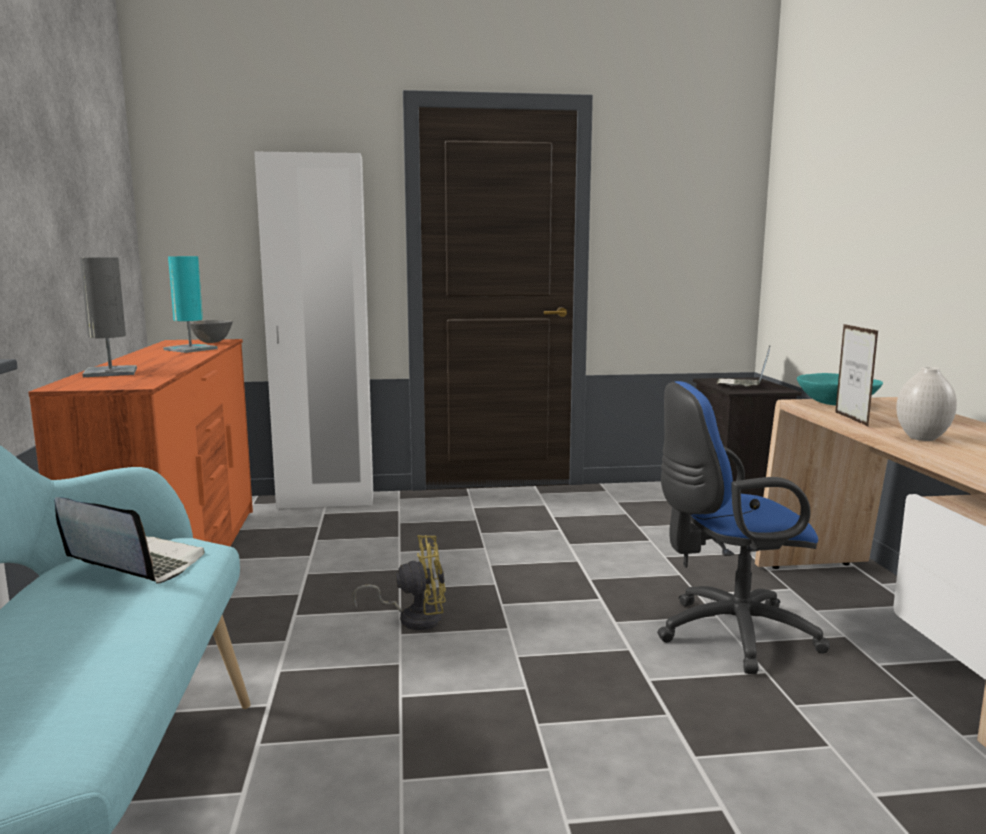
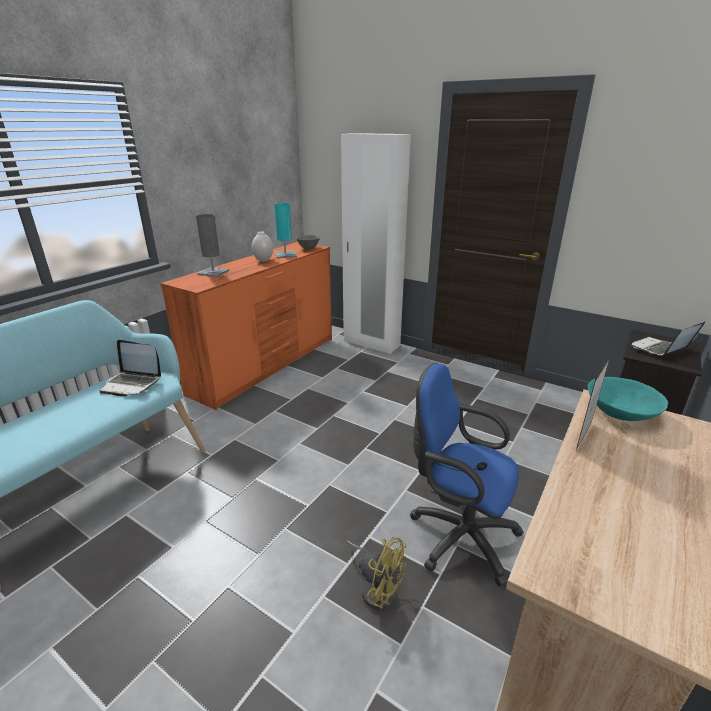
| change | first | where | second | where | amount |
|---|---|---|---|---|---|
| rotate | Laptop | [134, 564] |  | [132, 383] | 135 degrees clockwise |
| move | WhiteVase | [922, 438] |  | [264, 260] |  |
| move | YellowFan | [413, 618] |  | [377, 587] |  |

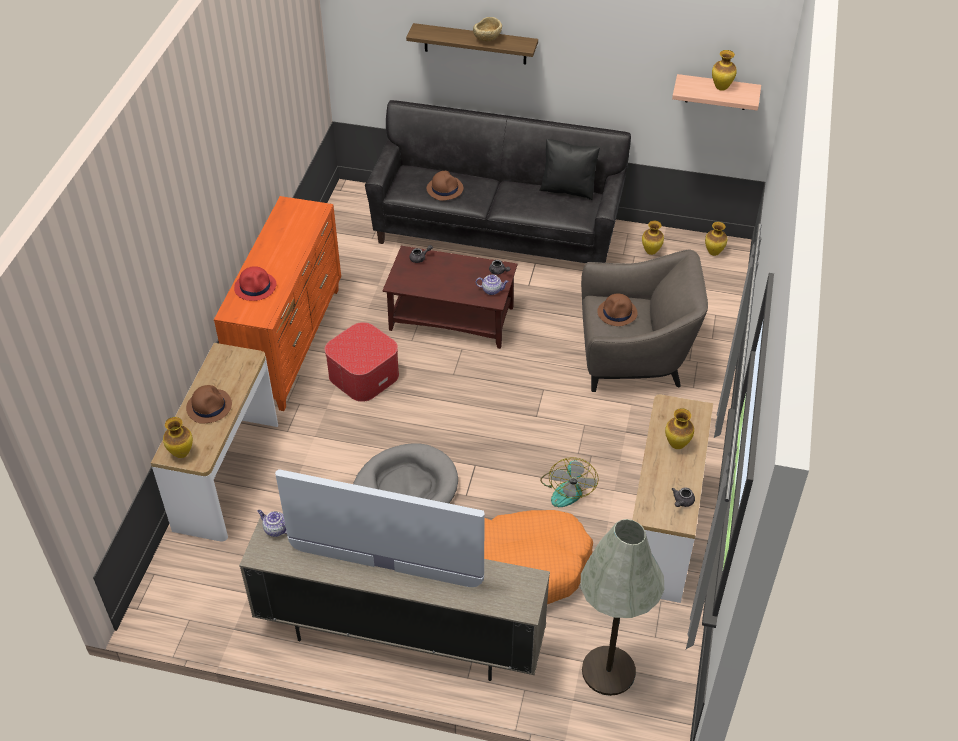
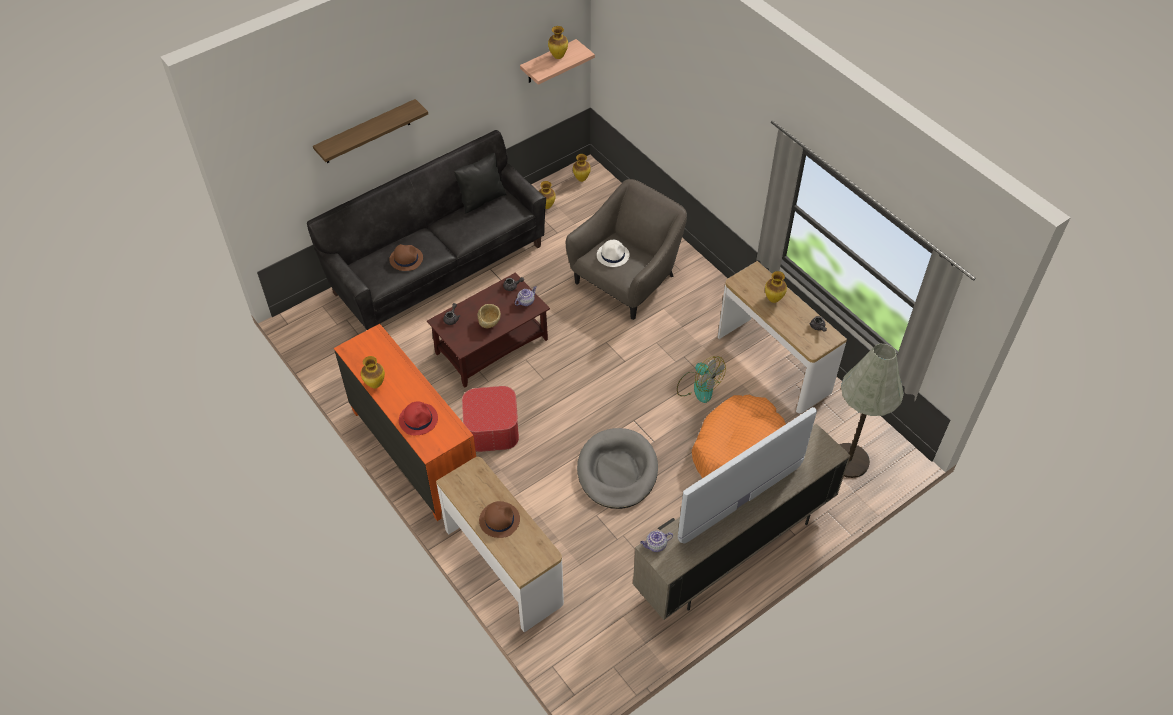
| change | first | where | second | where | amount |
|---|---|---|---|---|---|
| move | Vase | [181, 453] |  | [375, 384] |  |
| move | BeigeBowl | [487, 40] |  | [490, 323] |  |
| recolor | BrownHat | [617, 313] | WhiteHat | [613, 255] |  |

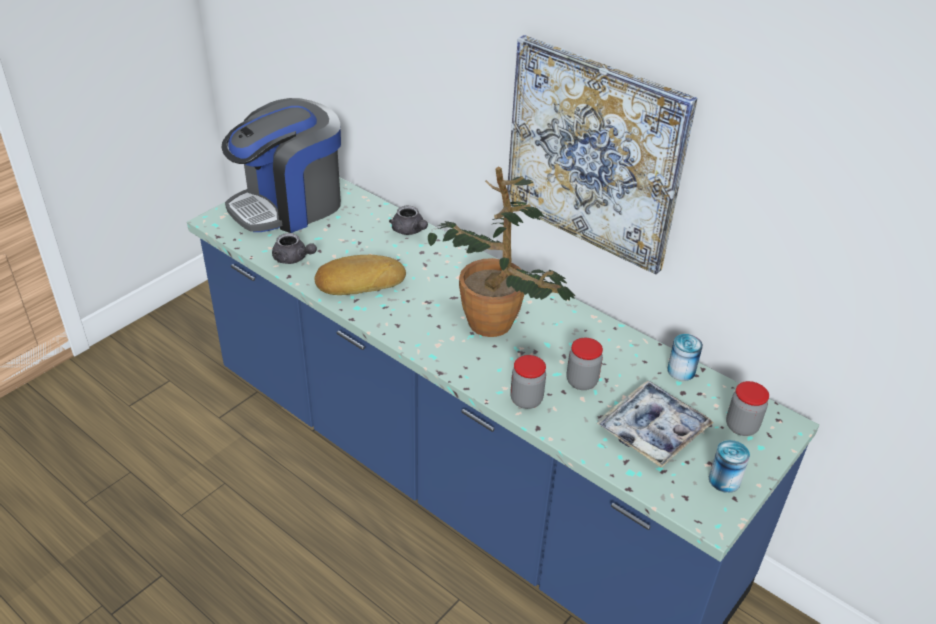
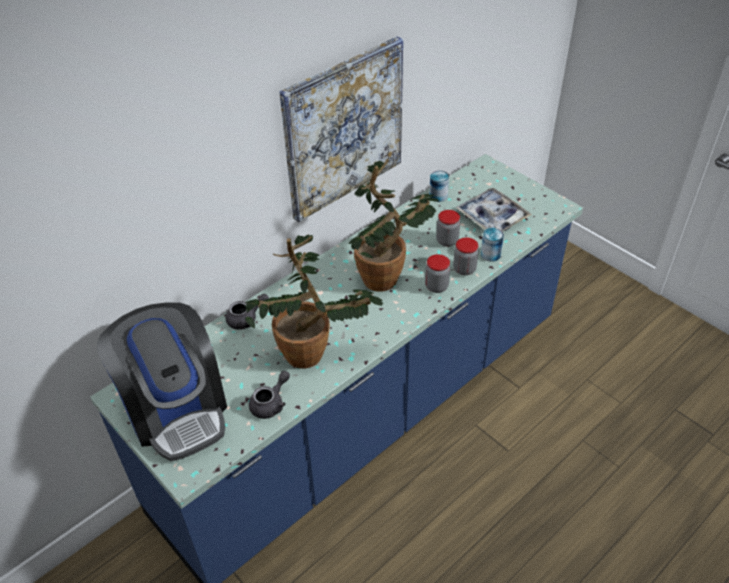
| change | first | where | second | where | amount |
|---|---|---|---|---|---|
| replace | Bread | [359, 281] | PottedPlant | [314, 356] |  |
| move | Jar | [741, 426] |  | [436, 286] |  |
| move | Can | [724, 480] |  | [490, 254] |  |

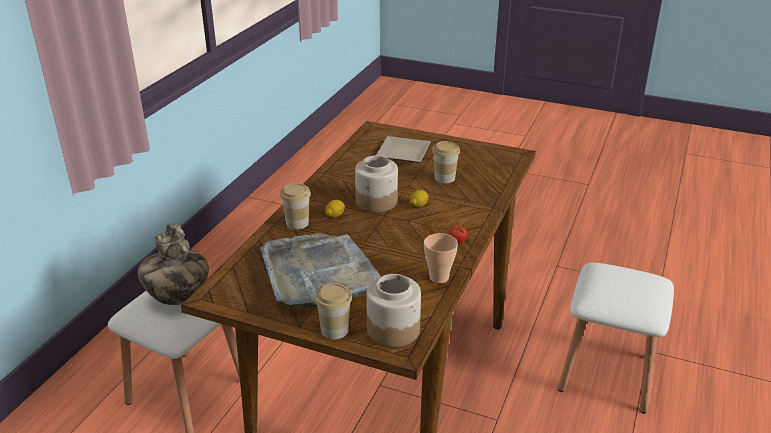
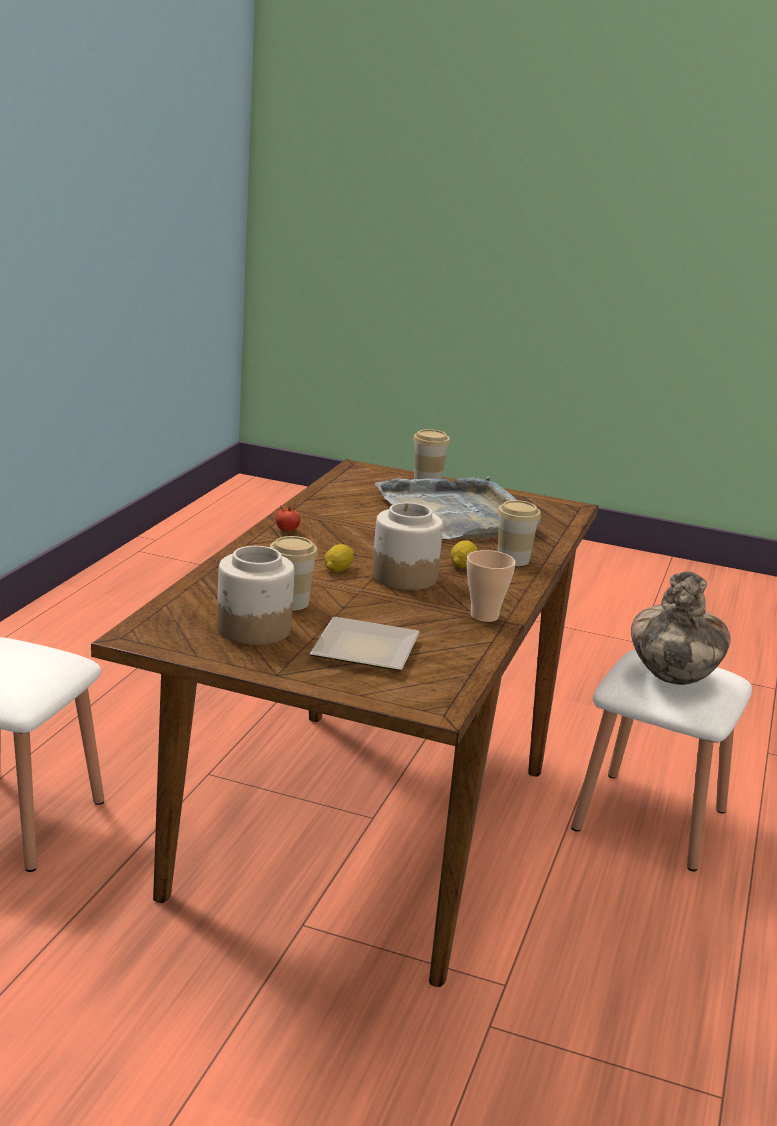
| change | first | where | second | where | amount |
|---|---|---|---|---|---|
| move | Jar | [393, 329] |  | [253, 629] |  |
| move | Cup | [439, 277] |  | [484, 616] |  |

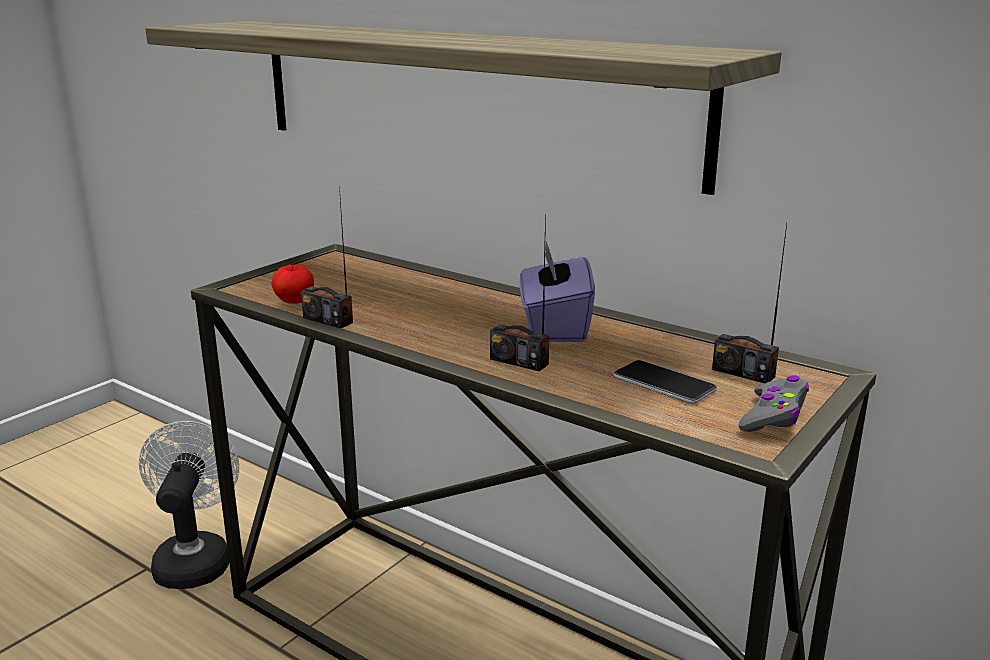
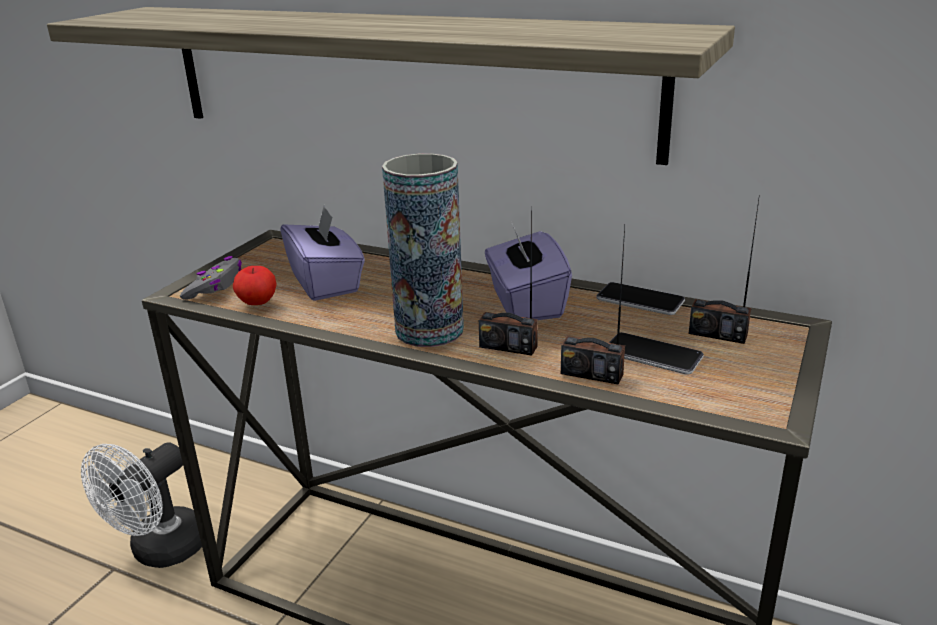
| change | first | where | second | where | amount |
|---|---|---|---|---|---|
| rotate | WhiteFan | [194, 559] |  | [160, 551] | 135 degrees counterclockwise |
| move | GreyGameController | [773, 416] |  | [215, 286] |  |
| insert |  |  | PurpleTissueBox | [326, 282] |  |
| insert |  |  | Vase | [429, 330] |  |
| move | Radio | [328, 320] |  | [592, 373] |  |
| insert |  |  | Phone | [640, 300] |  |

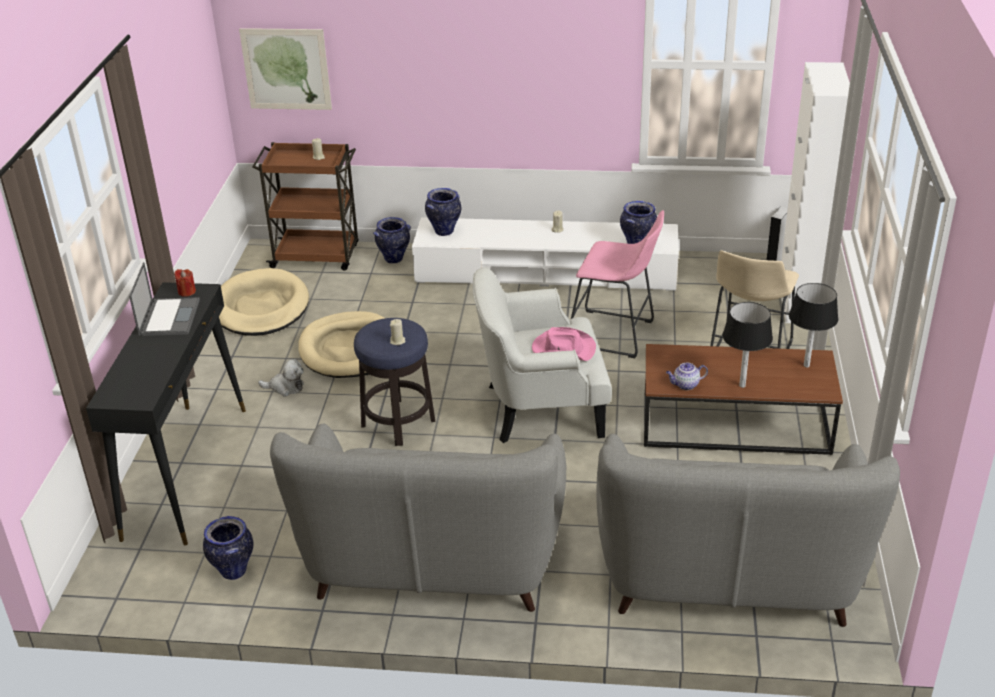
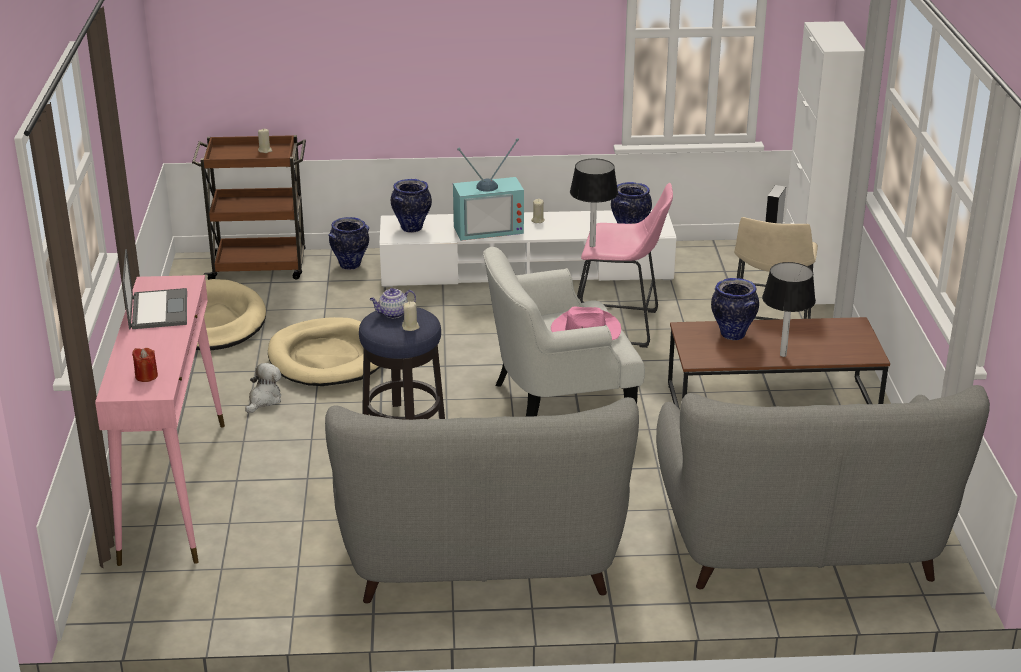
| change | first | where | second | where | amount |
|---|---|---|---|---|---|
| recolor | BlackConsoleTable | [186, 470] | PinkConsoleTable | [174, 490] |  |
| move | RedCandle | [187, 292] |  | [146, 376] |  |
| rotate | PlushToy | [285, 387] |  | [264, 400] | 60 degrees counterclockwise |
| move | Teapot | [685, 385] |  | [393, 314] |  |
| insert |  |  | Television | [488, 228] |  |
| move | BlackTableLamp | [806, 365] |  | [592, 245] |  |
| move | Vase | [233, 571] |  | [732, 334] |  |
| delete | Picture | [286, 69] |  |  |  |

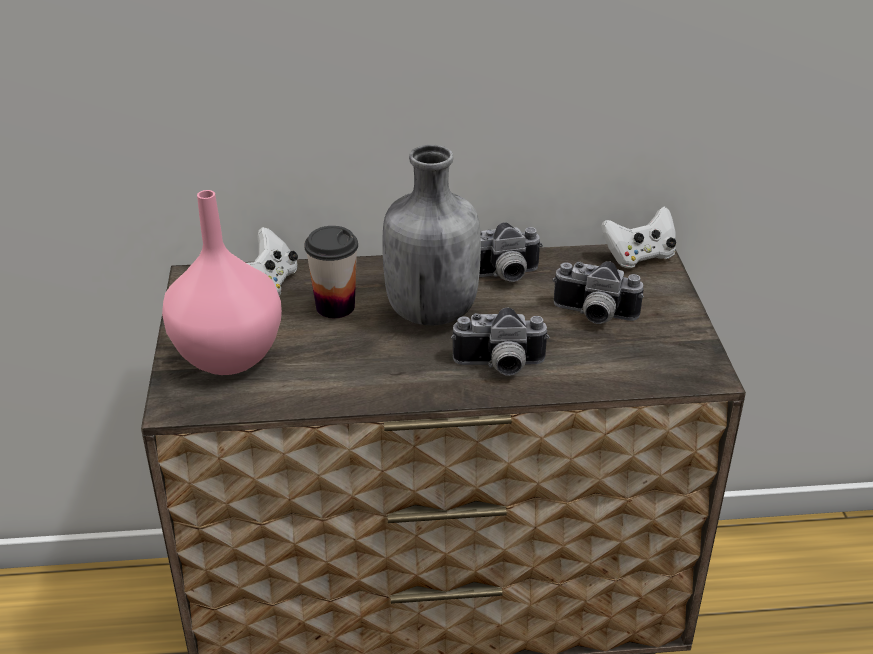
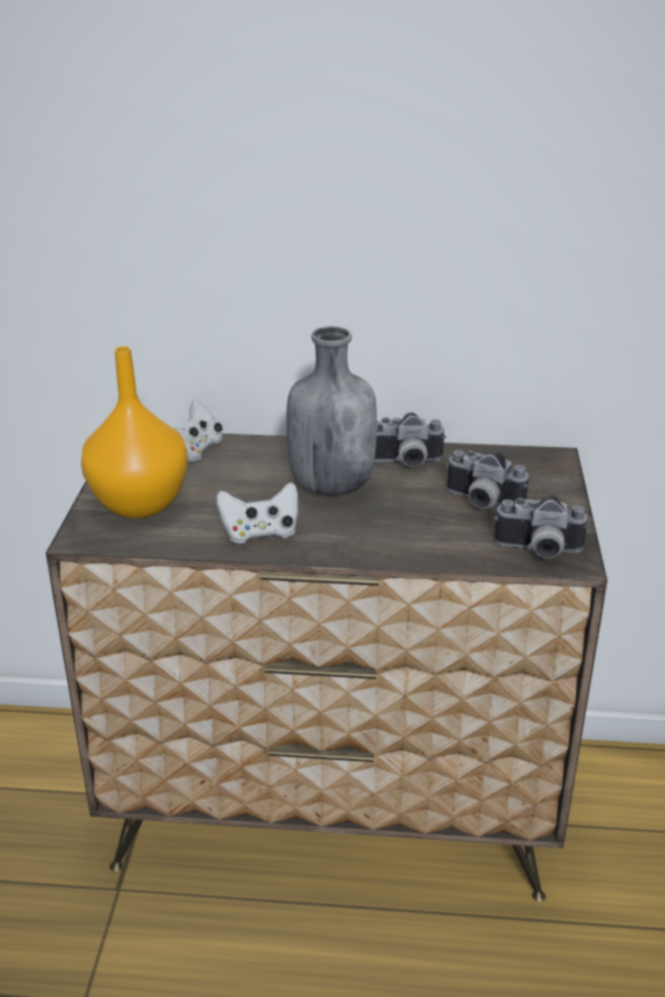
| change | first | where | second | where | amount |
|---|---|---|---|---|---|
| recolor | PinkVase | [226, 357] | OrangeVase | [137, 504] |  |
| move | WhiteGameController | [639, 257] |  | [260, 533] |  |
| move | PhotoCamera | [499, 366] |  | [538, 551] |  |
| delete | Cup | [335, 307] |  |  |  |

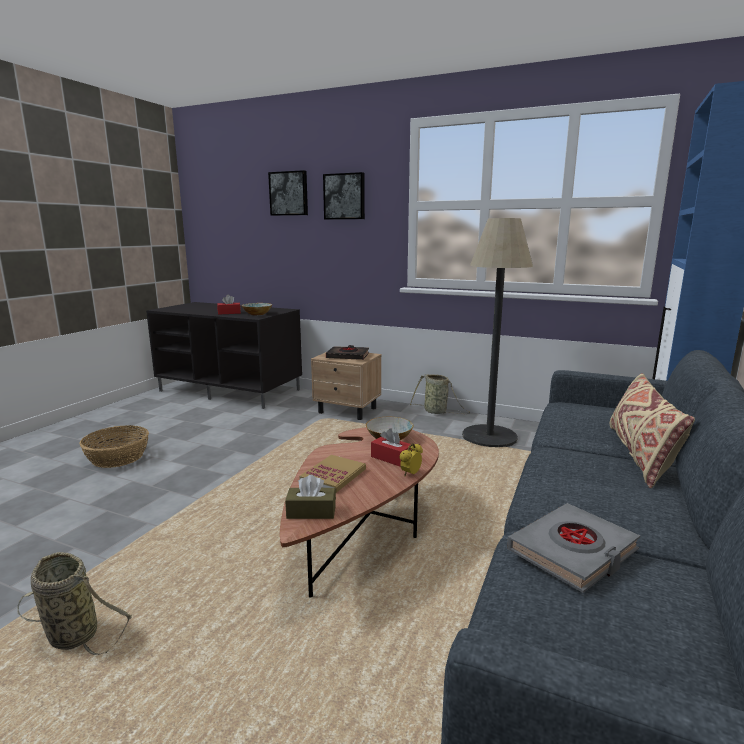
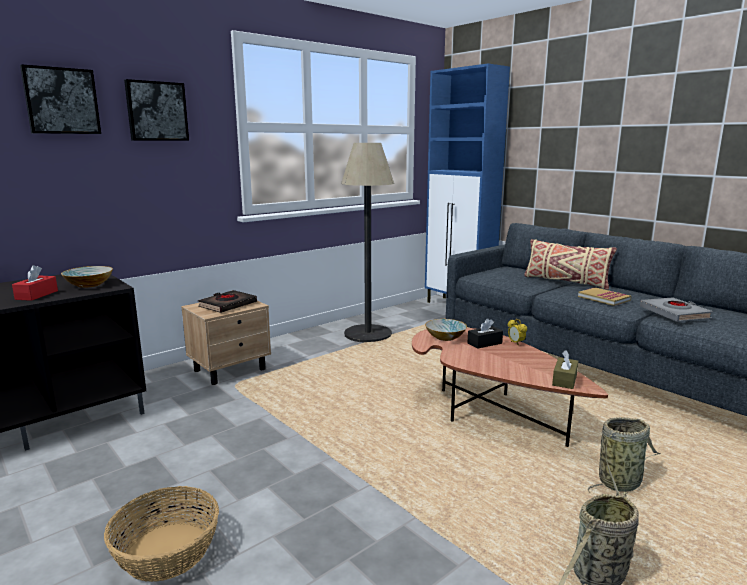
| change | first | where | second | where | amount |
|---|---|---|---|---|---|
| recolor | RedTissueBox | [391, 458] | BlackTissueBox | [484, 343] |  |
| move | Book | [333, 476] |  | [604, 298] |  |
| move | Basket | [437, 412] |  | [621, 482] |  |

